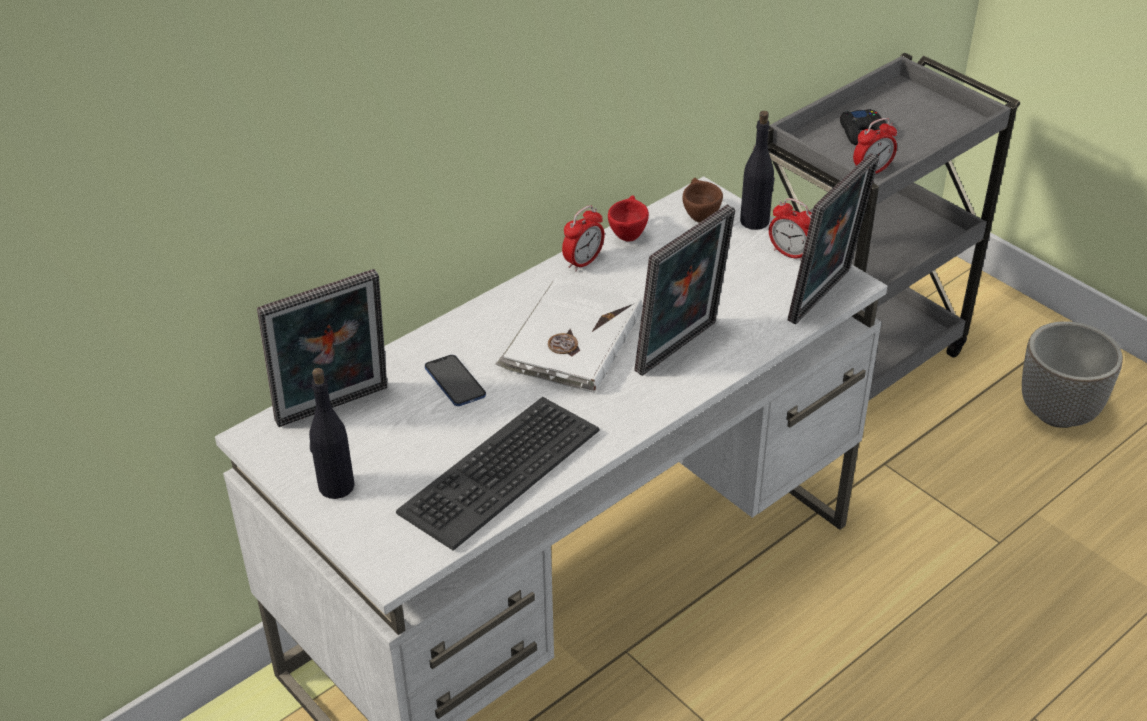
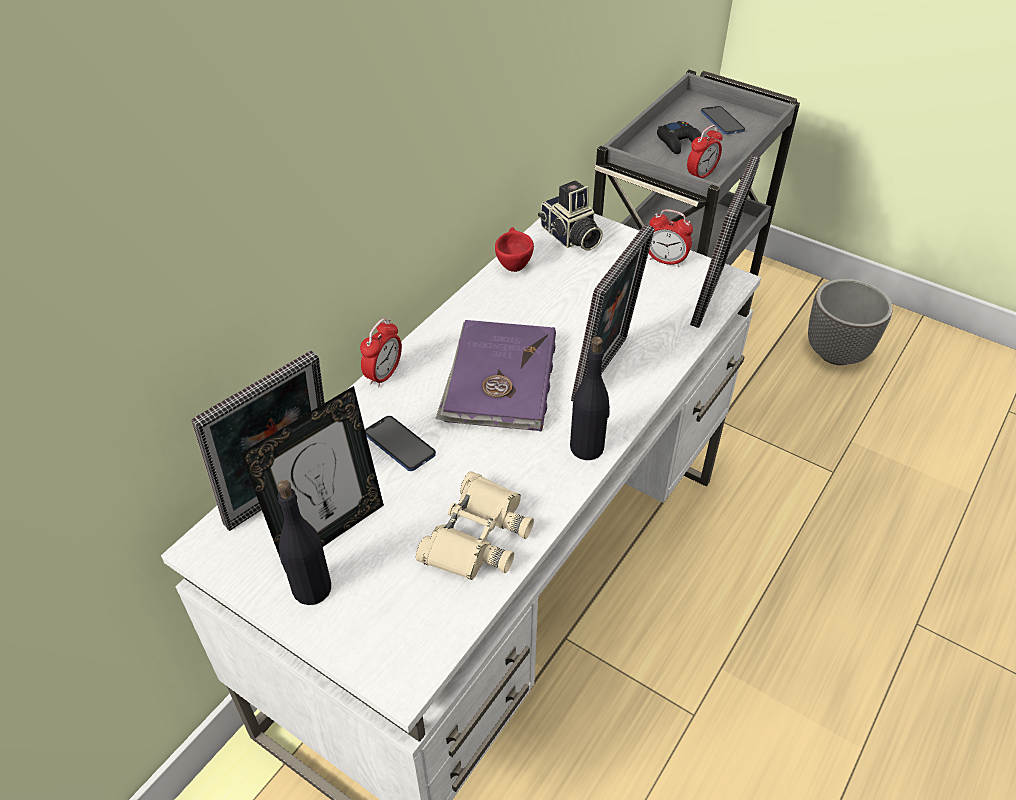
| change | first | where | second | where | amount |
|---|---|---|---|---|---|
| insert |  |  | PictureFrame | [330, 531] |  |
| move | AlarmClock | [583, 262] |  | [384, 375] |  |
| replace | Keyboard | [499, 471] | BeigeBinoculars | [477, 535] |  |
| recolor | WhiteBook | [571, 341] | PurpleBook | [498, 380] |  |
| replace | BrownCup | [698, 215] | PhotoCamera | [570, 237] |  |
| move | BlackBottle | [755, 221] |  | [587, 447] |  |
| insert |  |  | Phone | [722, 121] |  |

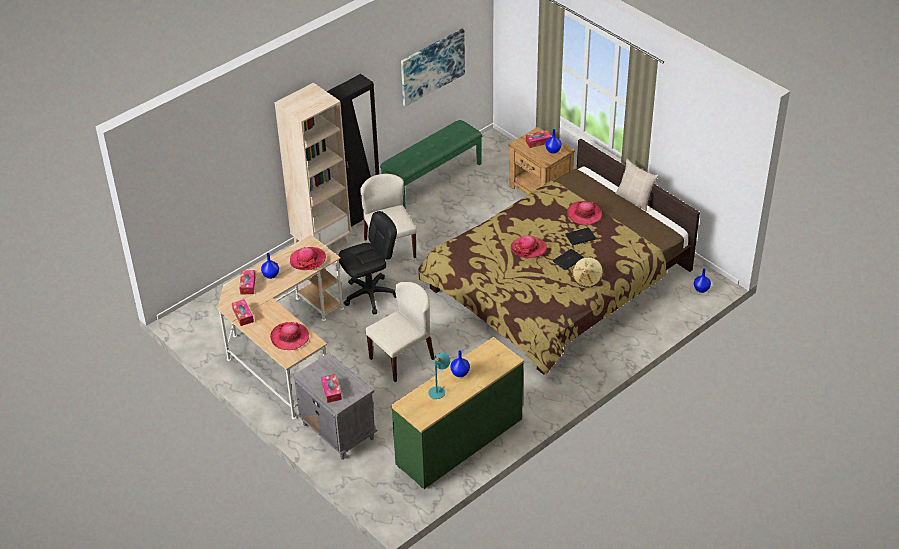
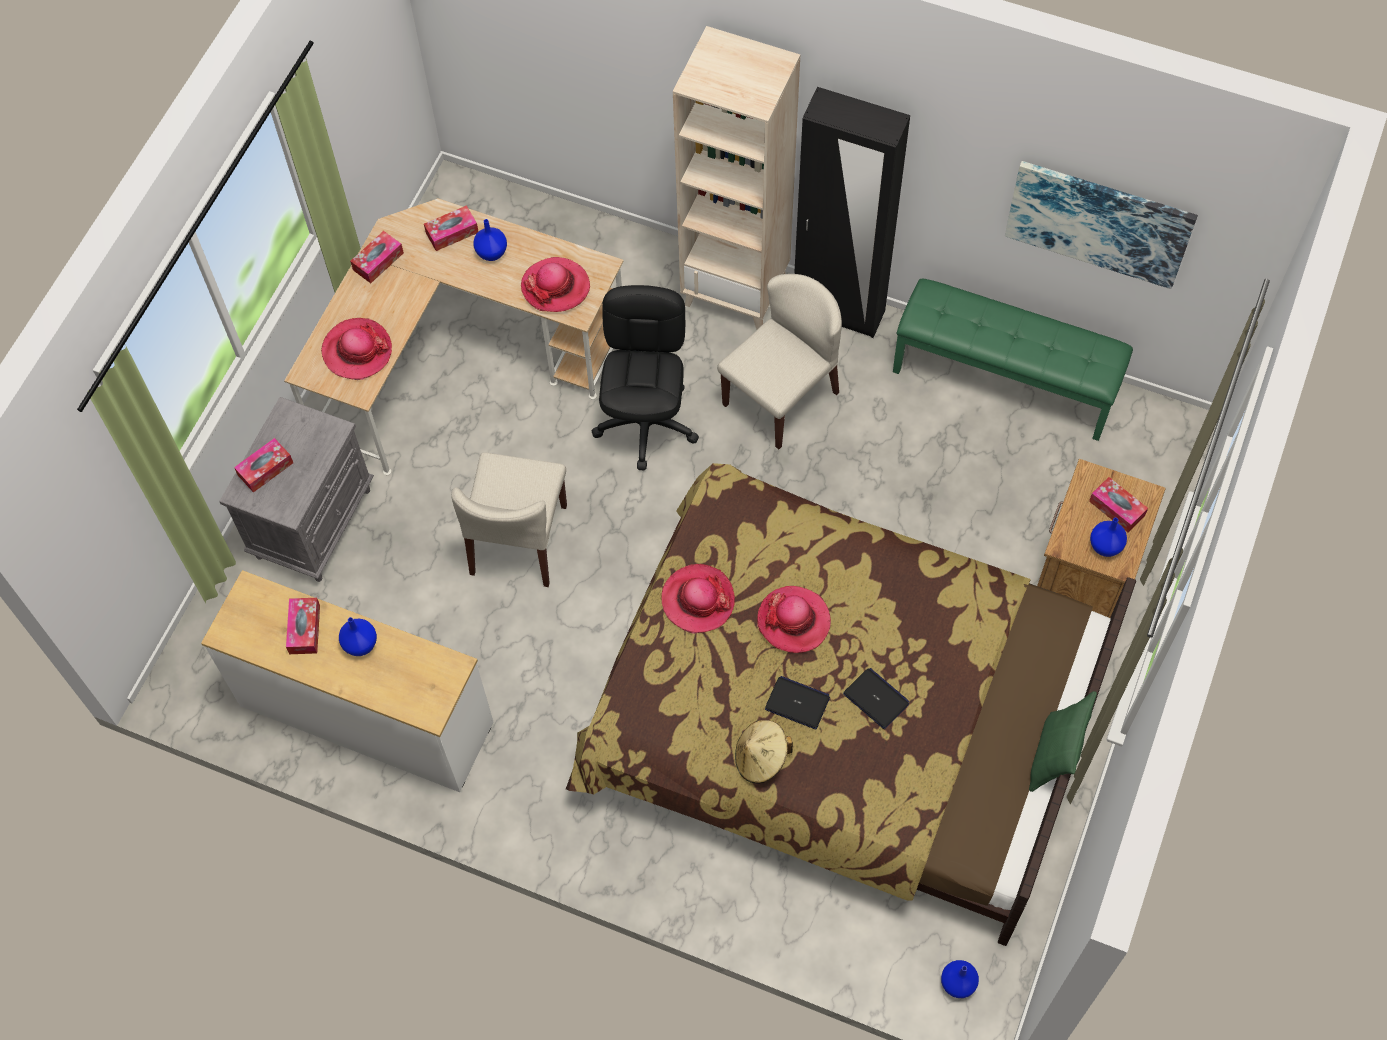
| change | first | where | second | where | amount |
|---|---|---|---|---|---|
| recolor | GreenDresser | [460, 442] | WhiteDresser | [366, 715] |  |
| replace | TurquoiseTableLamp | [439, 390] | TissueBox | [304, 629] |  |
| rotate | BeigeChair | [402, 358] |  | [519, 540] | 75 degrees clockwise |
| rotate | BlackOfficeChair | [370, 295] |  | [647, 423] | 120 degrees counterclockwise |
| move | Hat | [584, 214] |  | [698, 600] |  |
| recolor | BeigePillow | [634, 199] | GreenPillow | [1055, 756] |  |

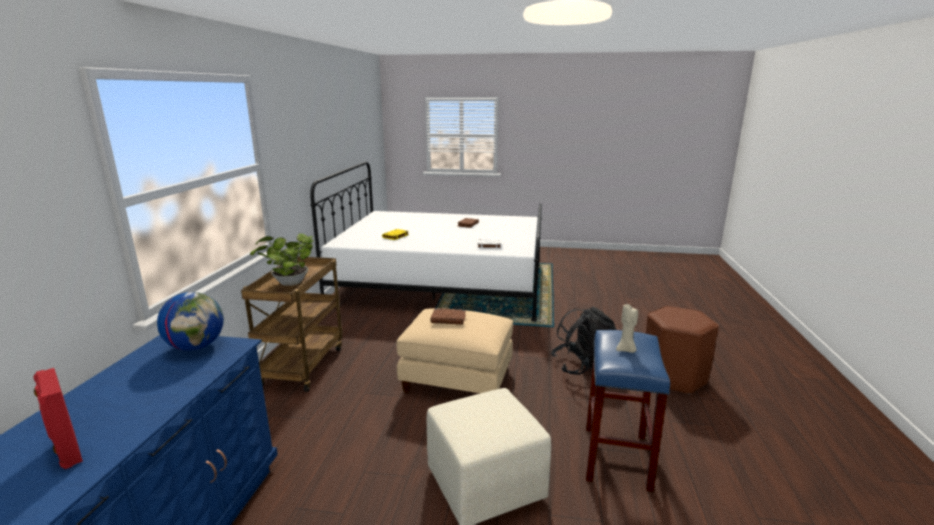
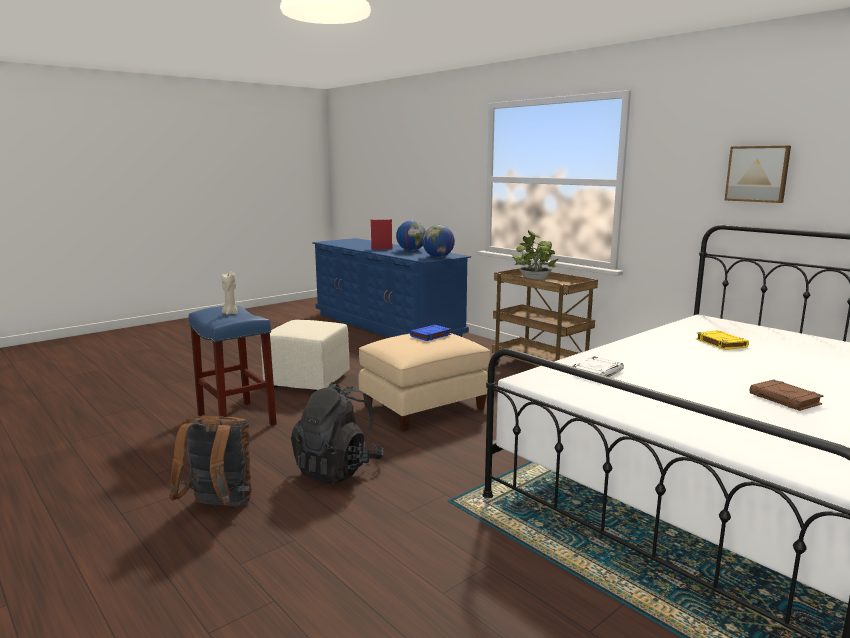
| change | first | where | second | where | amount |
|---|---|---|---|---|---|
| replace | BrownStool | [673, 377] | BrownBackpack | [218, 507] |  |
| insert |  |  | Globe | [411, 250] |  |
| recolor | BrownBook | [449, 319] | BlueBook | [430, 335] |  |
| insert |  |  | Picture | [757, 174] |  |

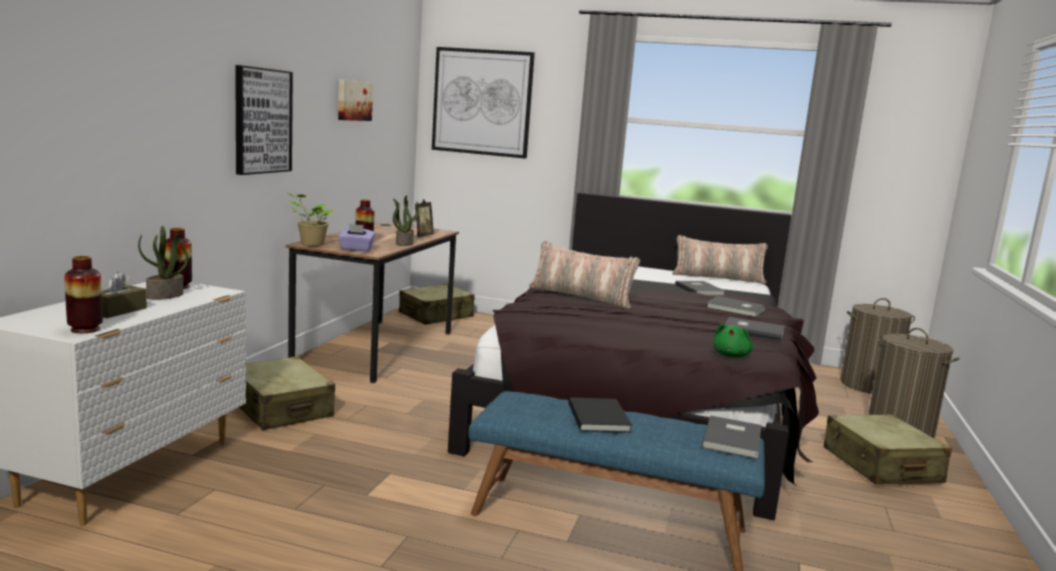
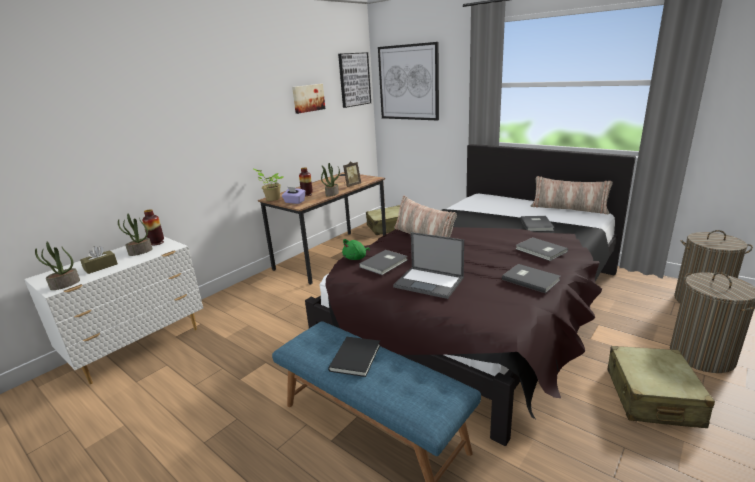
| change | first | where | second | where | amount |
|---|---|---|---|---|---|
| replace | Vase | [85, 329] | PottedPlant | [65, 285] |  |
| move | Picture | [262, 121] |  | [354, 79] |  |
| move | GreenPlushToy | [731, 355] |  | [356, 258] |  |
| move | GreyBook | [734, 439] |  | [385, 263] |  |
| insert |  |  | Laptop | [429, 282] |  |
| delete | BeigeSuitcase | [280, 408] |  |  |  |

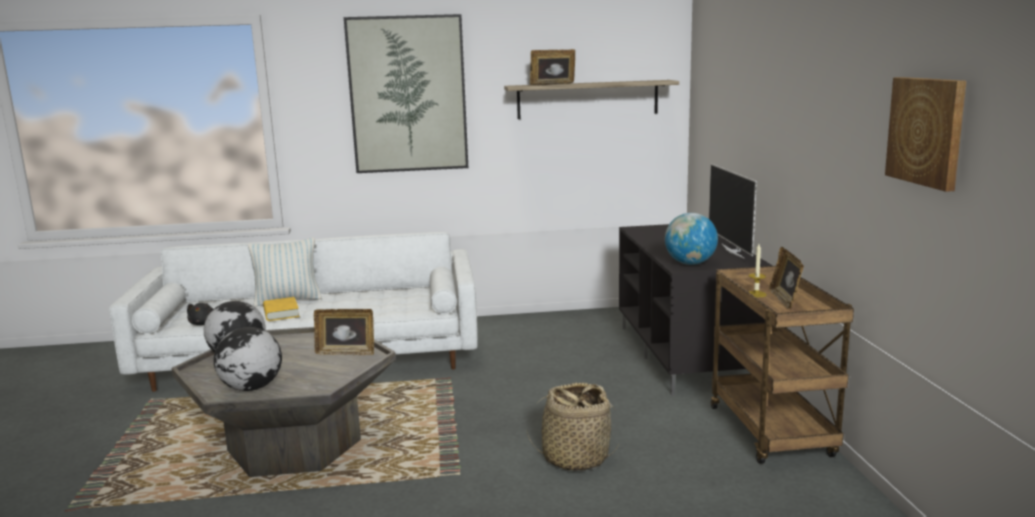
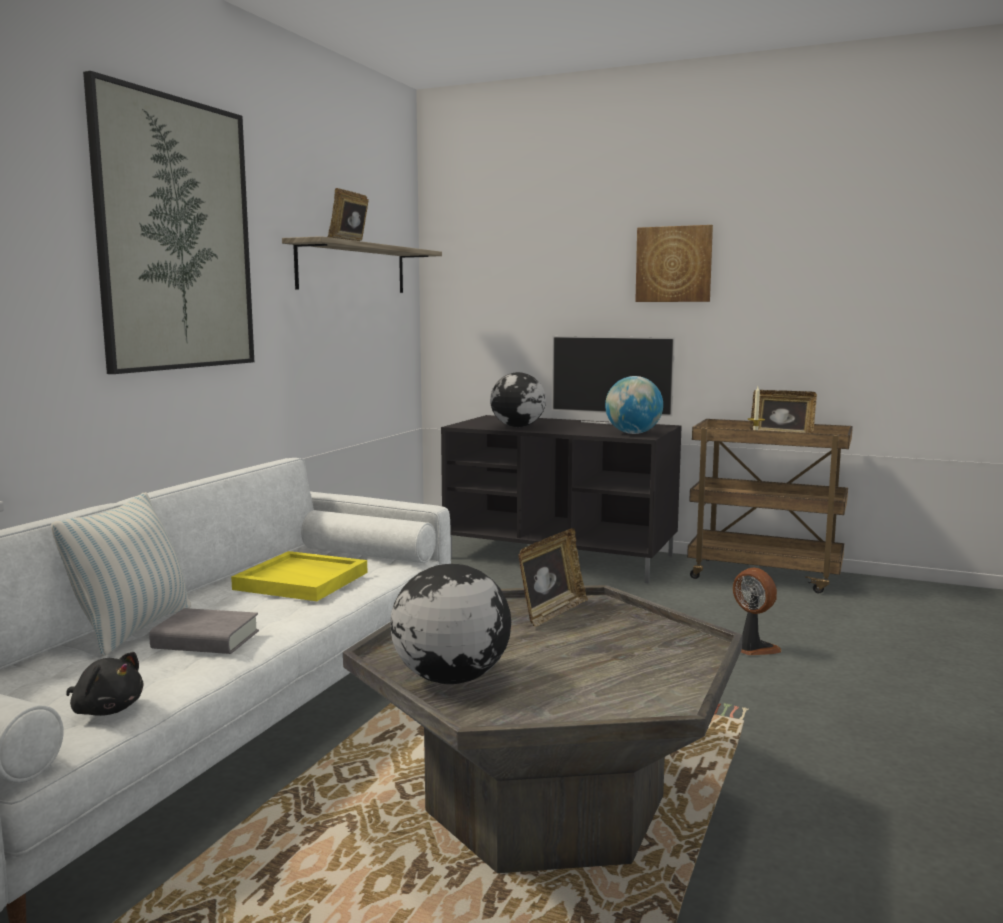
| change | first | where | second | where | amount |
|---|---|---|---|---|---|
| recolor | YellowBook | [281, 313] | GreyBook | [206, 640] |  |
| insert |  |  | YellowTray | [303, 580] |  |
| move | Globe | [251, 388] |  | [518, 427] |  |
| move | Picture | [927, 131] |  | [674, 264] |  |
| replace | Basket | [575, 458] | Fan | [752, 649] |  |

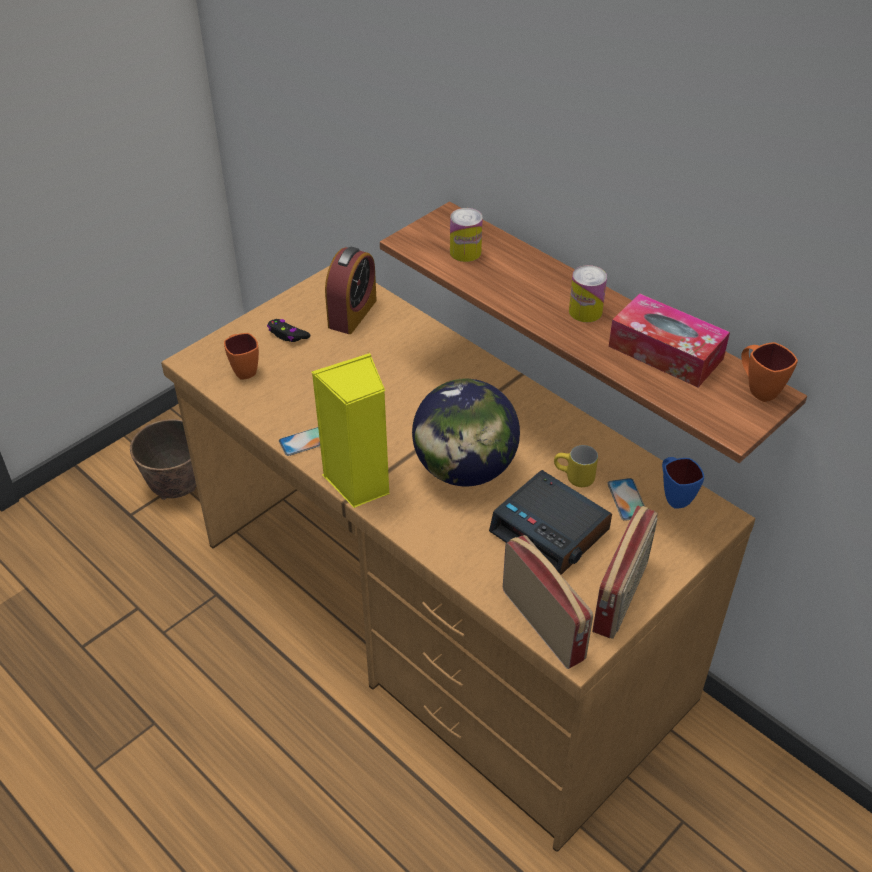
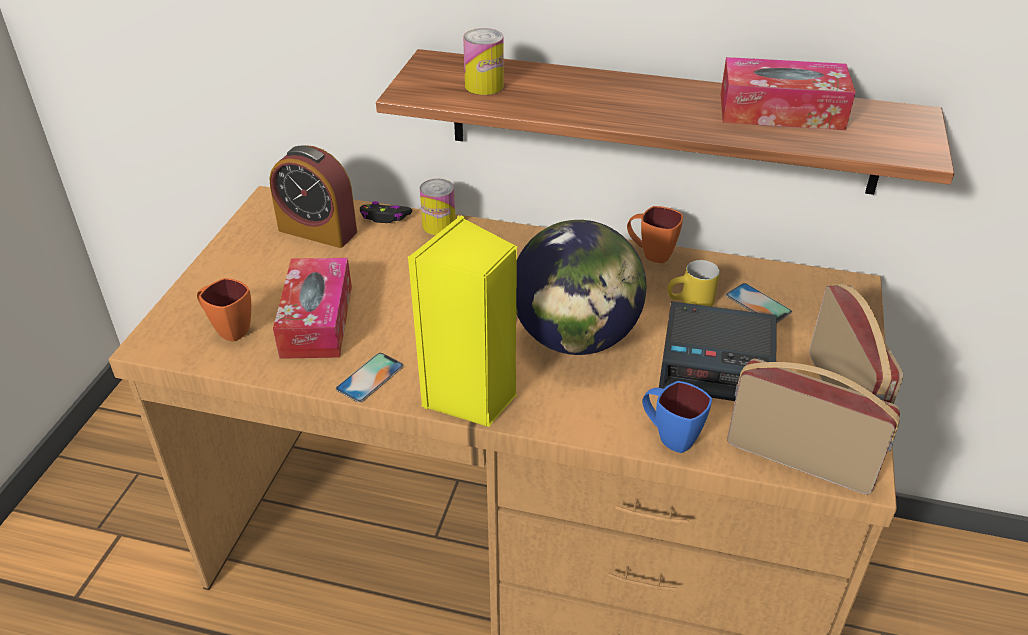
| change | first | where | second | where | amount |
|---|---|---|---|---|---|
| rotate | AlarmClock | [352, 313] |  | [317, 231] | 120 degrees clockwise |
| insert |  |  | TissueBox | [317, 321] |  |
| move | BlackGameController | [287, 335] |  | [385, 217] |  |
| move | Can | [585, 311] |  | [439, 225] |  |
| move | OrangeMug | [758, 388] |  | [650, 254] |  |
| move | BlueMug | [674, 495] |  | [669, 436] |  |
| delete | Planter | [176, 488] |  |  |  |

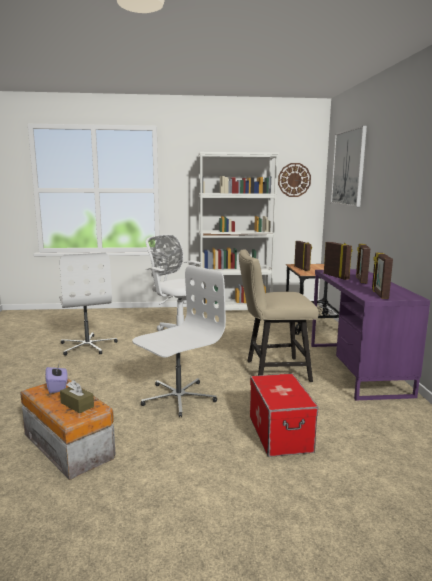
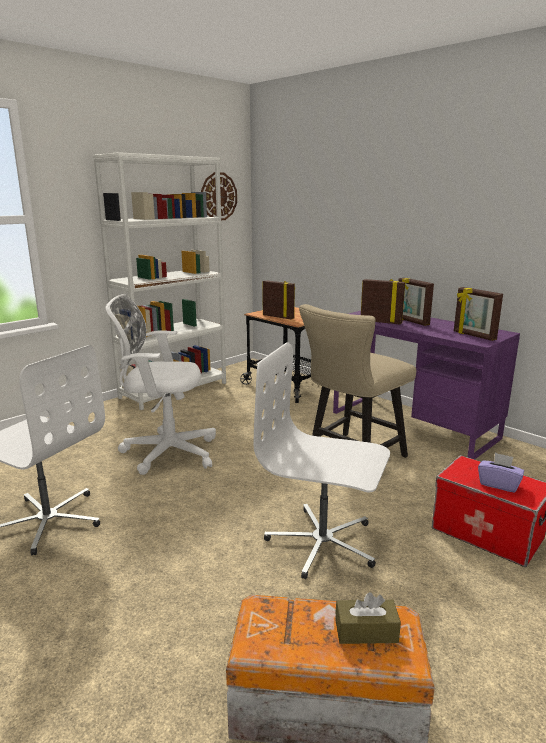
| change | first | where | second | where | amount |
|---|---|---|---|---|---|
| rotate | WhiteOfficeChair | [178, 398] |  | [322, 543] | 75 degrees counterclockwise |
| move | PurpleTissueBox | [57, 387] |  | [498, 484] |  |
| delete | Picture | [348, 168] |  |  |  |

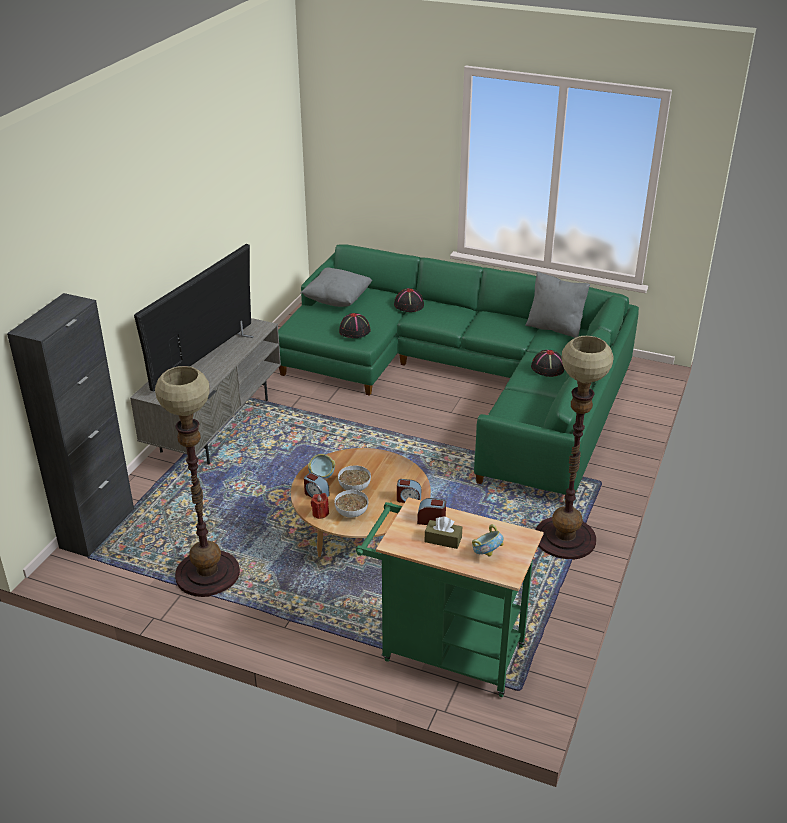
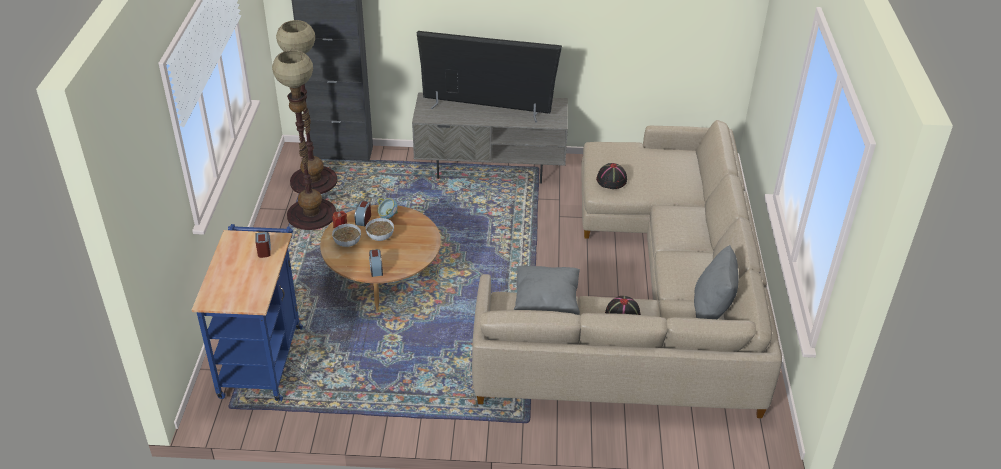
| change | first | where | second | where | amount |
|---|---|---|---|---|---|
| recolor | GreenCart | [445, 651] | BlueCart | [262, 356] |  |
| move | FloorLamp | [565, 538] |  | [314, 181] |  |
| recolor | GreenSofa | [467, 381] | BeigeSofa | [649, 296] |  |
| move | GreyPillow | [337, 300] |  | [546, 303] |  |
| delete | BlackHat | [408, 305] |  |  |  |
| delete | BrownTissueBox | [443, 539] |  |  |  |
| delete | Bowl | [487, 553] |  |  |  |

